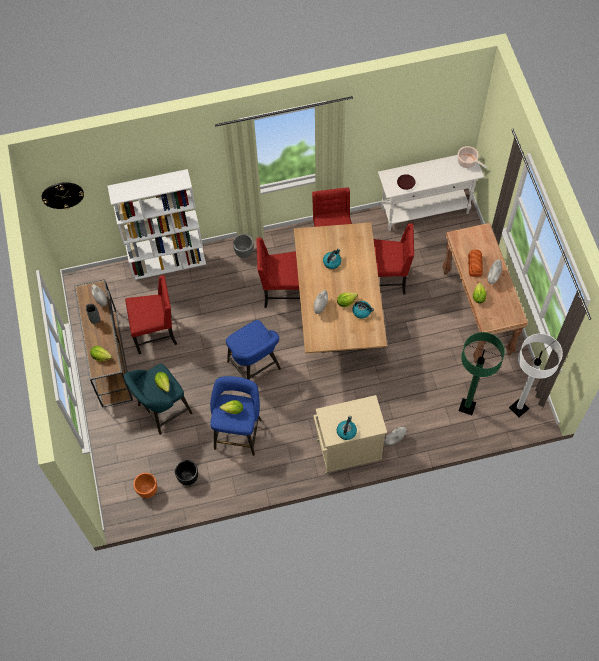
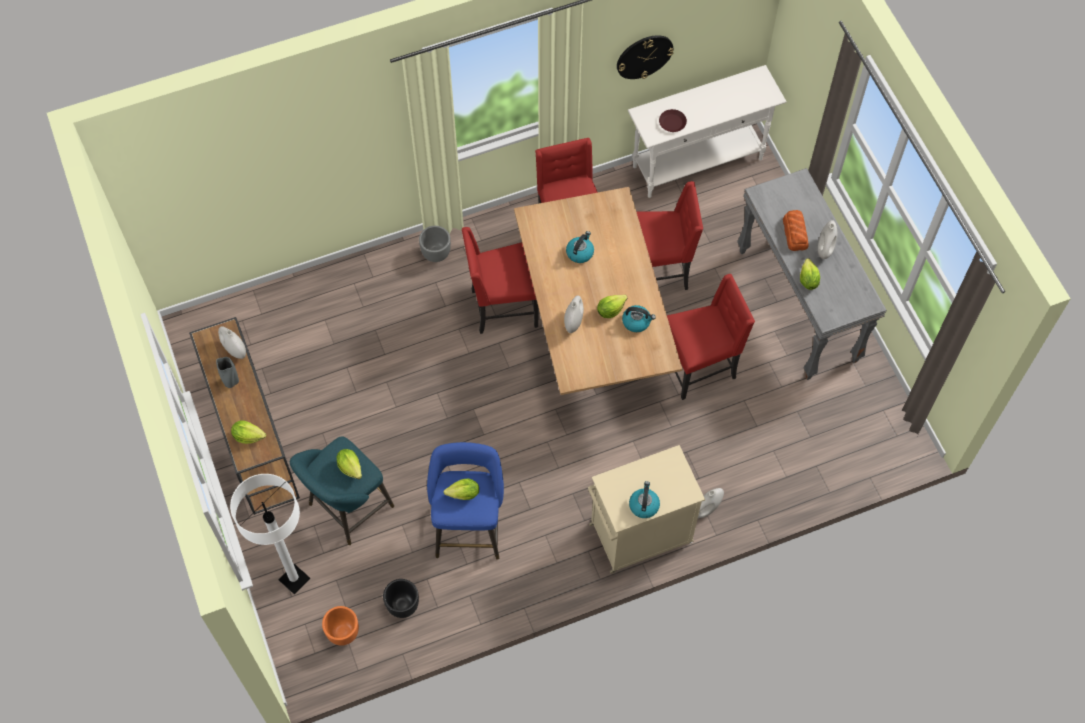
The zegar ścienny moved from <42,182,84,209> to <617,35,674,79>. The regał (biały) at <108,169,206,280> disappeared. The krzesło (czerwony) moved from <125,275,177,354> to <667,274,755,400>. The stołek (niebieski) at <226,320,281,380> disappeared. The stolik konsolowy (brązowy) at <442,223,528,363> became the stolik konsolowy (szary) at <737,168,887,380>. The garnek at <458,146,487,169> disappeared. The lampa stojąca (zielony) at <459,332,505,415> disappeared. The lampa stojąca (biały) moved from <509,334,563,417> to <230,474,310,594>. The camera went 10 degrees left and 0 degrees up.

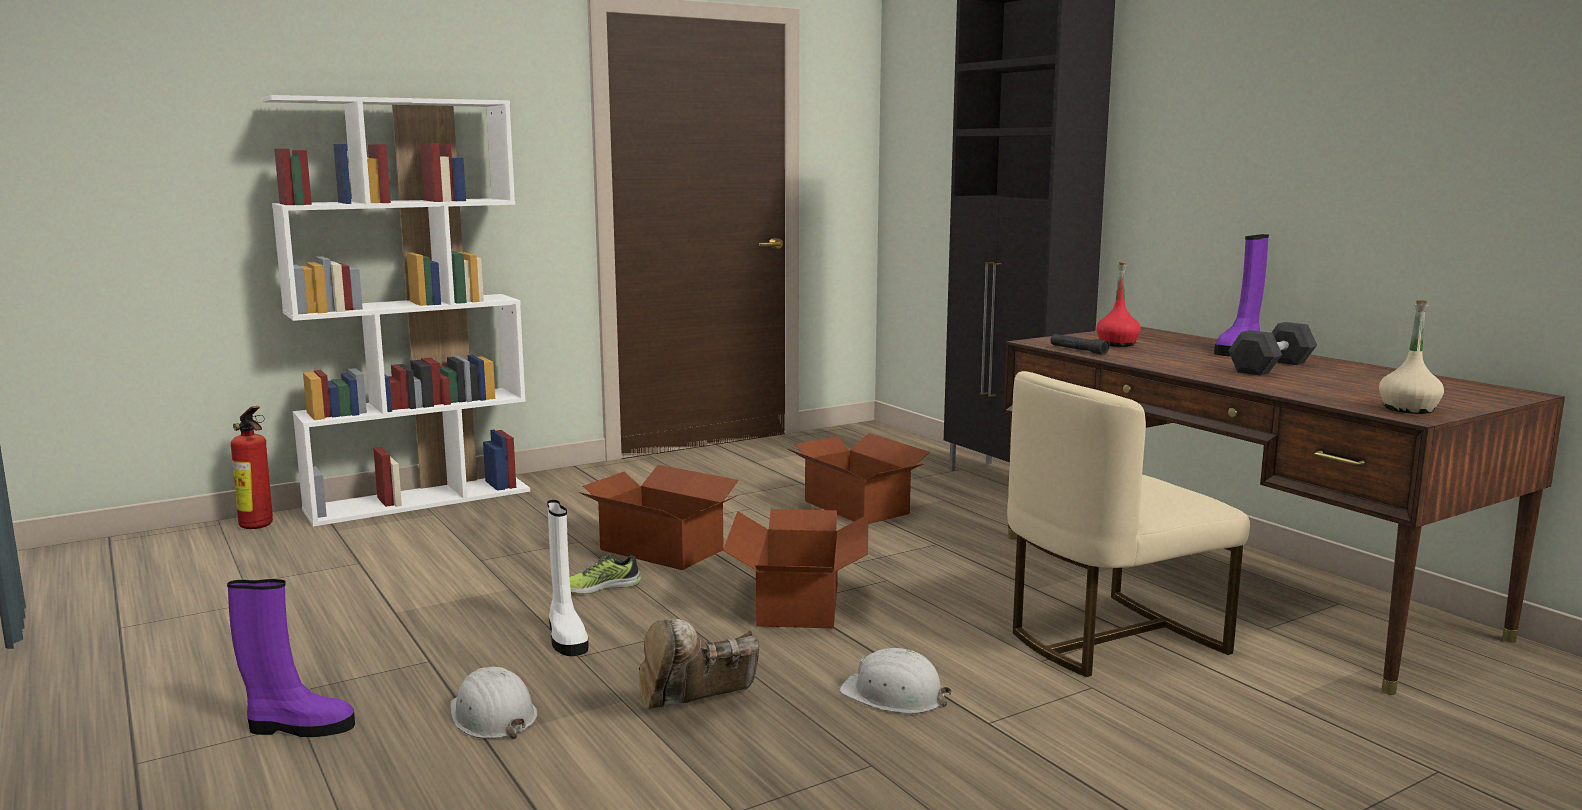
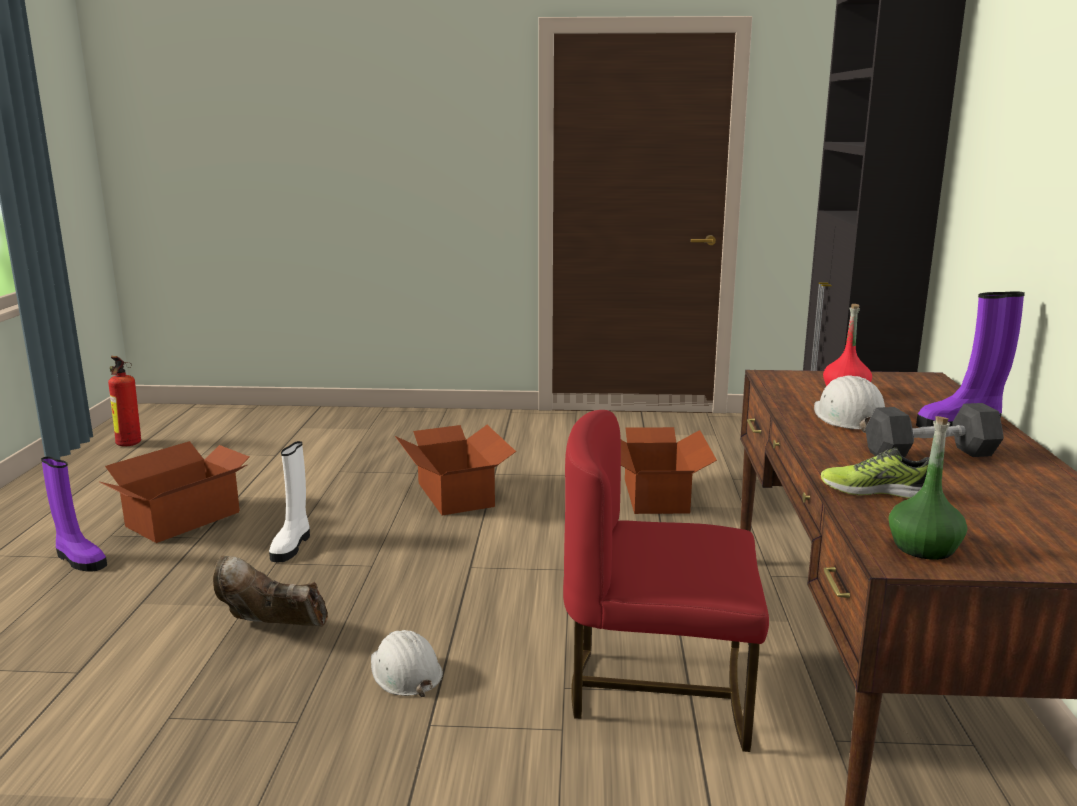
The gaśnica moved from <231,406,273,529> to <108,356,141,447>. The regał (biały) at <262,95,530,527> disappeared. The kask (biały) moved from <450,666,538,739> to <814,375,885,433>. The but moved from <570,554,641,594> to <821,448,930,498>. The karton moved from <723,509,868,629> to <100,441,249,543>. The krzesło (beżowy) at <1007,371,1250,677> became the krzesło (czerwony) at <563,410,769,752>. The latarka (czarny) at <1051,334,1109,355> disappeared. The butelka (beżowy) at <1379,301,1444,414> became the butelka (zielony) at <889,416,967,560>. The camera went 35 degrees right and 5 degrees up.

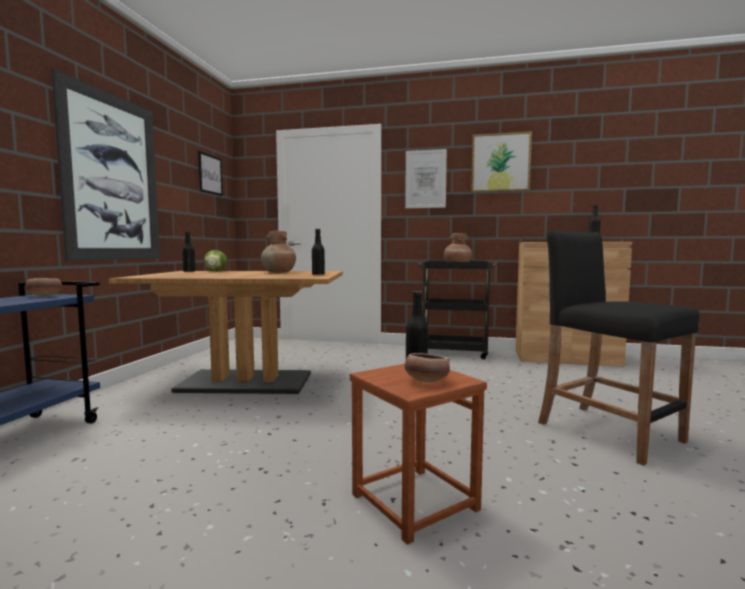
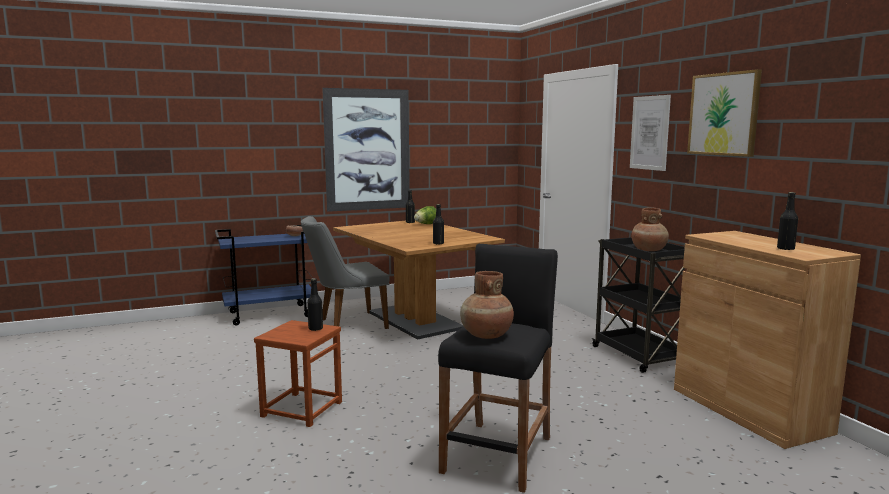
The obraz at <198,151,223,196> disappeared. The wazon (brązowy) moved from <261,231,296,273> to <460,271,514,339>. The miska at <404,353,450,382> disappeared. The krzesło (szary) at <301,216,390,329> appeared. The camera went 55 degrees right and 5 degrees up.

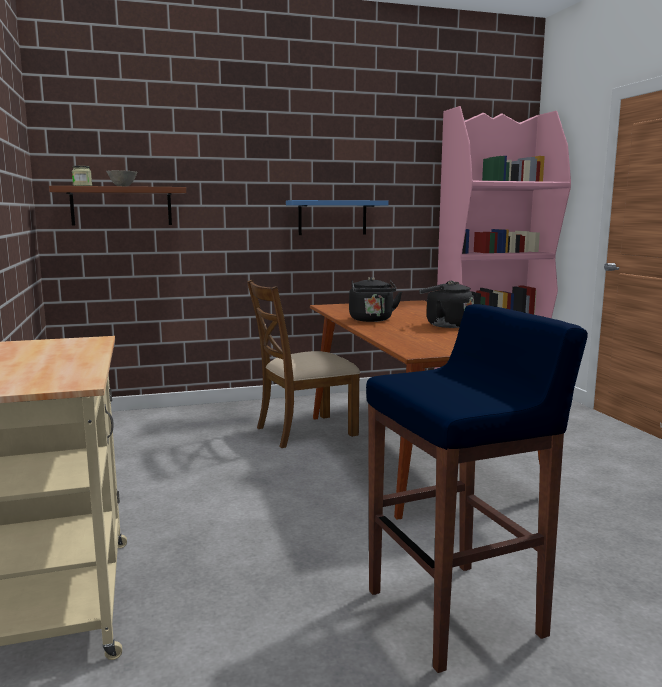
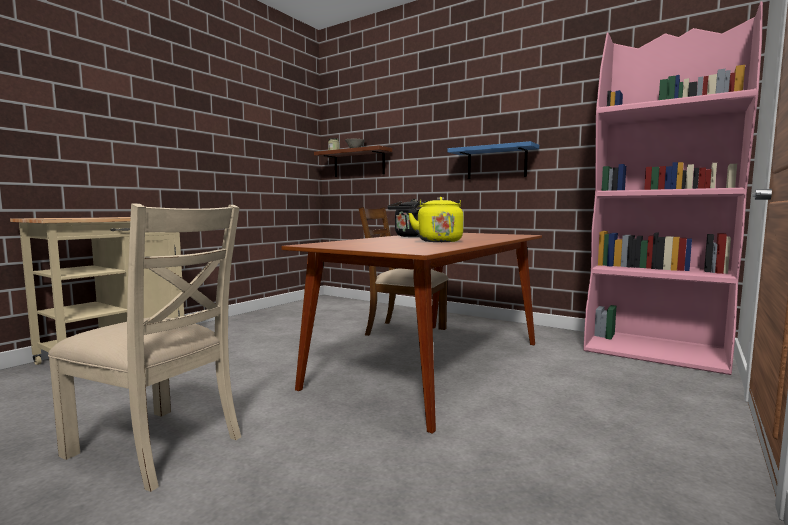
The stołek (niebieski) at <366,304,588,673> was replaced by the krzesło (beżowy) at <48,204,241,492>. The czajnik (czarny) at <419,281,474,328> became the czajnik (żółty) at <408,197,463,242>. The camera went 50 degrees right and 5 degrees down.

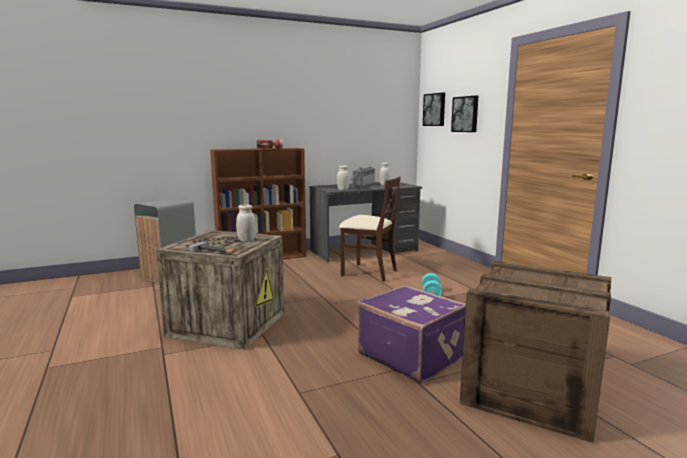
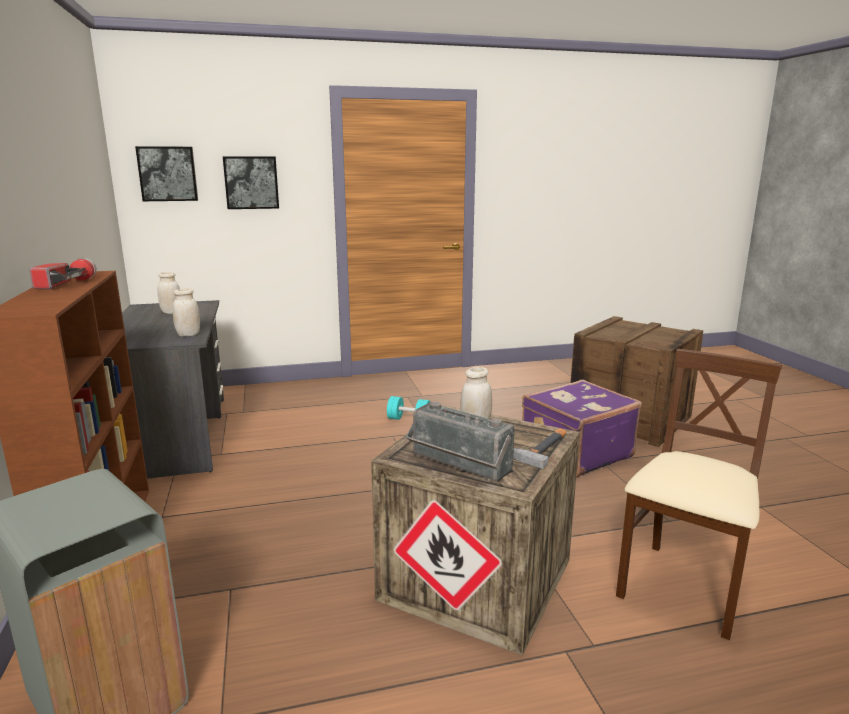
The krzesło (beżowy) moved from <339,177,401,282> to <616,349,782,641>. The radio moved from <350,167,375,187> to <406,402,515,482>. The camera went 80 degrees left and 5 degrees up.

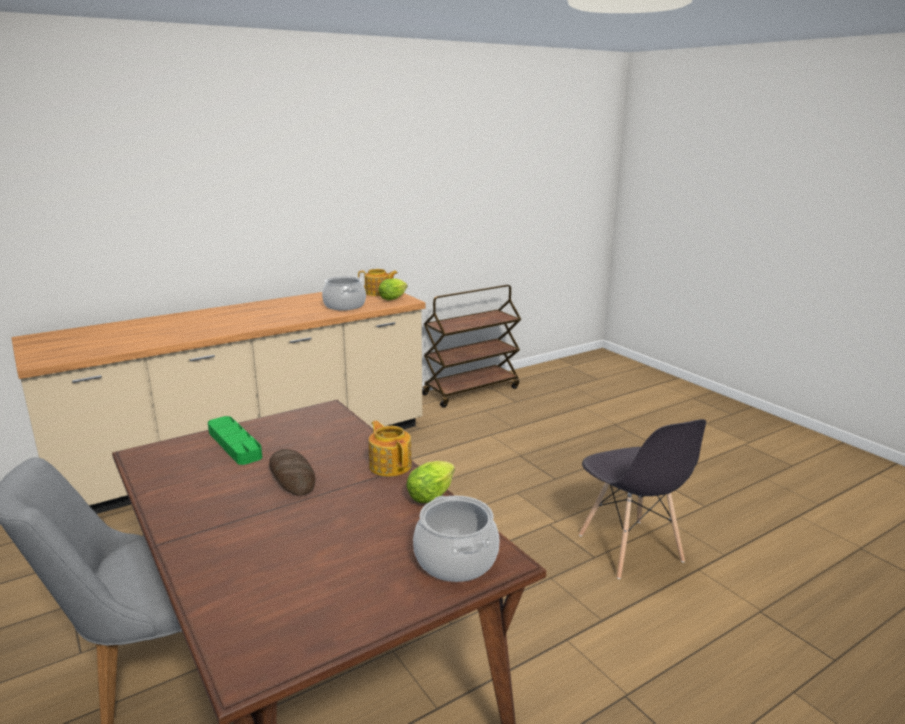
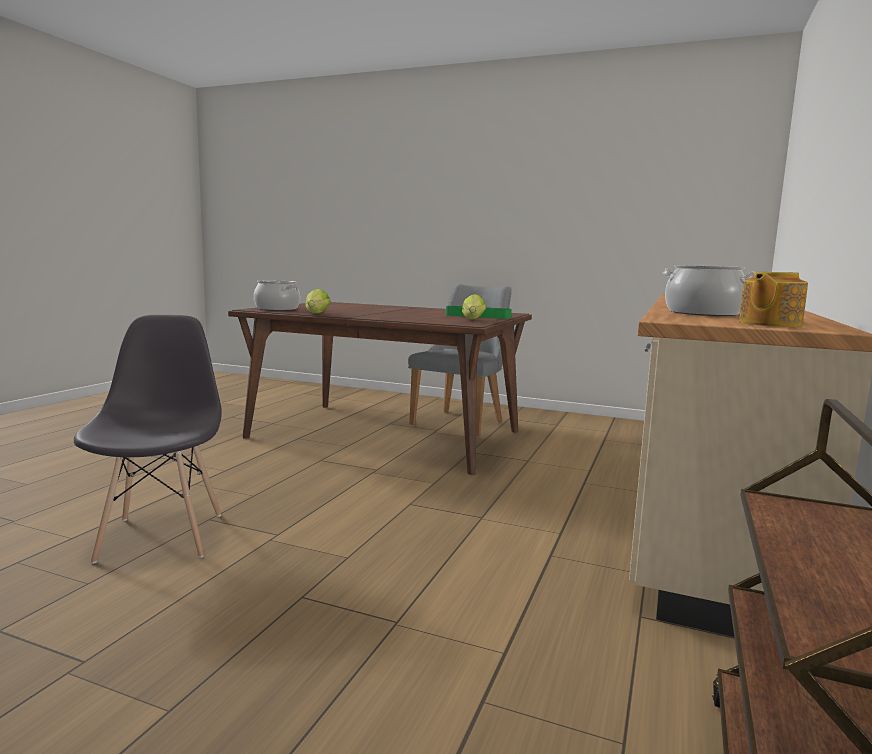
The chleb at <269,449,315,496> disappeared. The imbryk at <369,421,412,477> disappeared. The sałata moved from <378,278,408,300> to <462,294,486,319>. The krzesło (szary) at <579,419,706,579> turned 45 degrees clockwise. The camera went 145 degrees right and 10 degrees down.

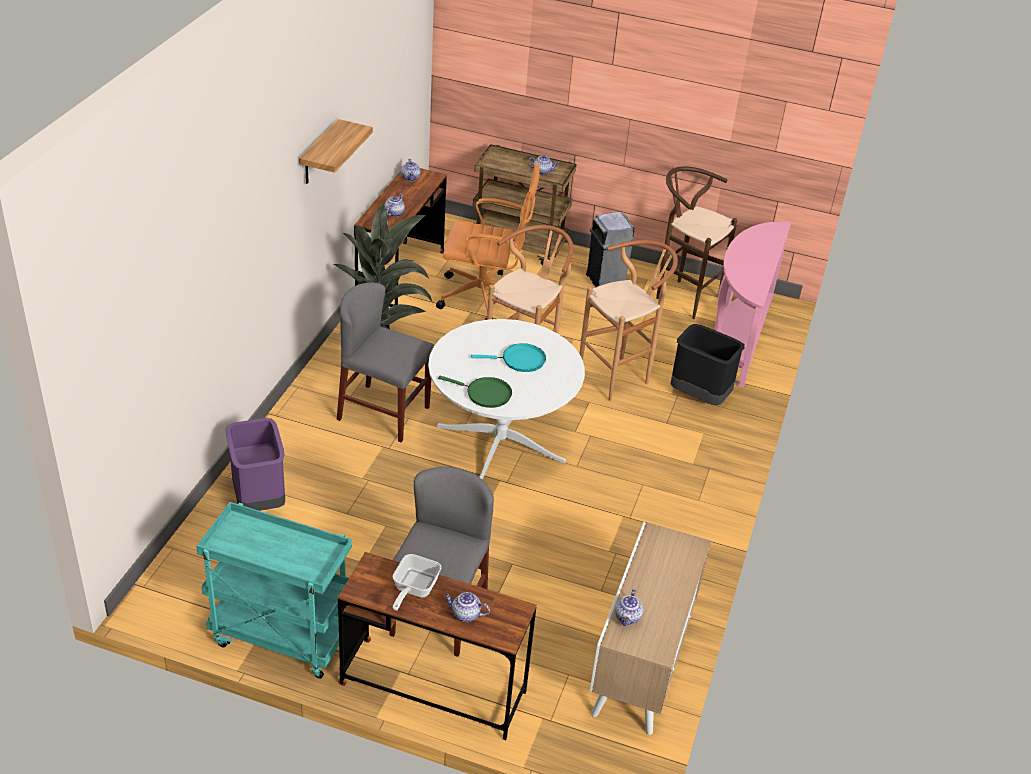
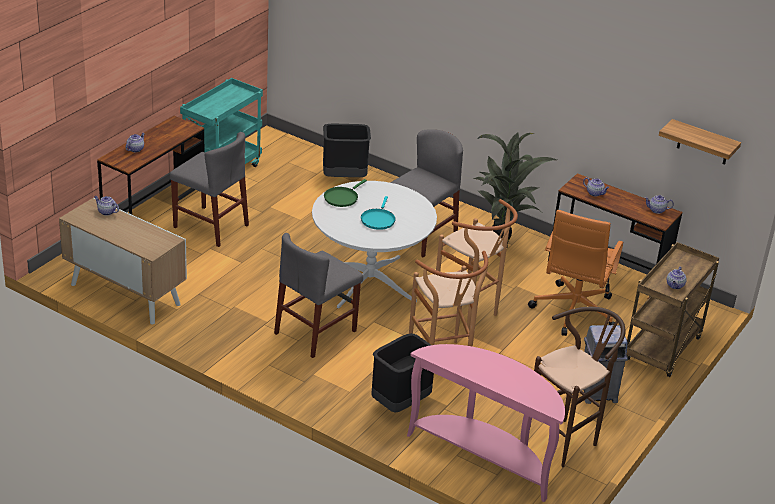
The kosz na śmieci (fioletowy) at <226,418,285,511> became the kosz na śmieci (czarny) at <323,124,371,177>. The półka moved from <299,119,373,184> to <659,119,741,165>. The patelnia at <393,554,442,611> disappeared. The krzesło (szary) at <274,233,363,358> appeared. The camera went 105 degrees right and 5 degrees down.

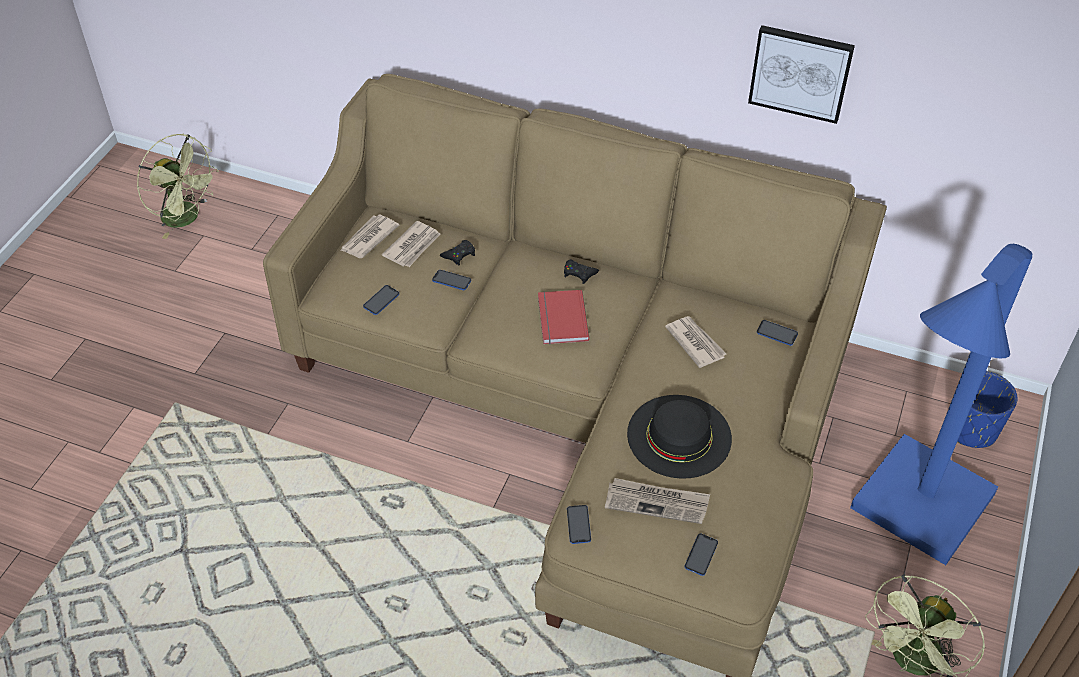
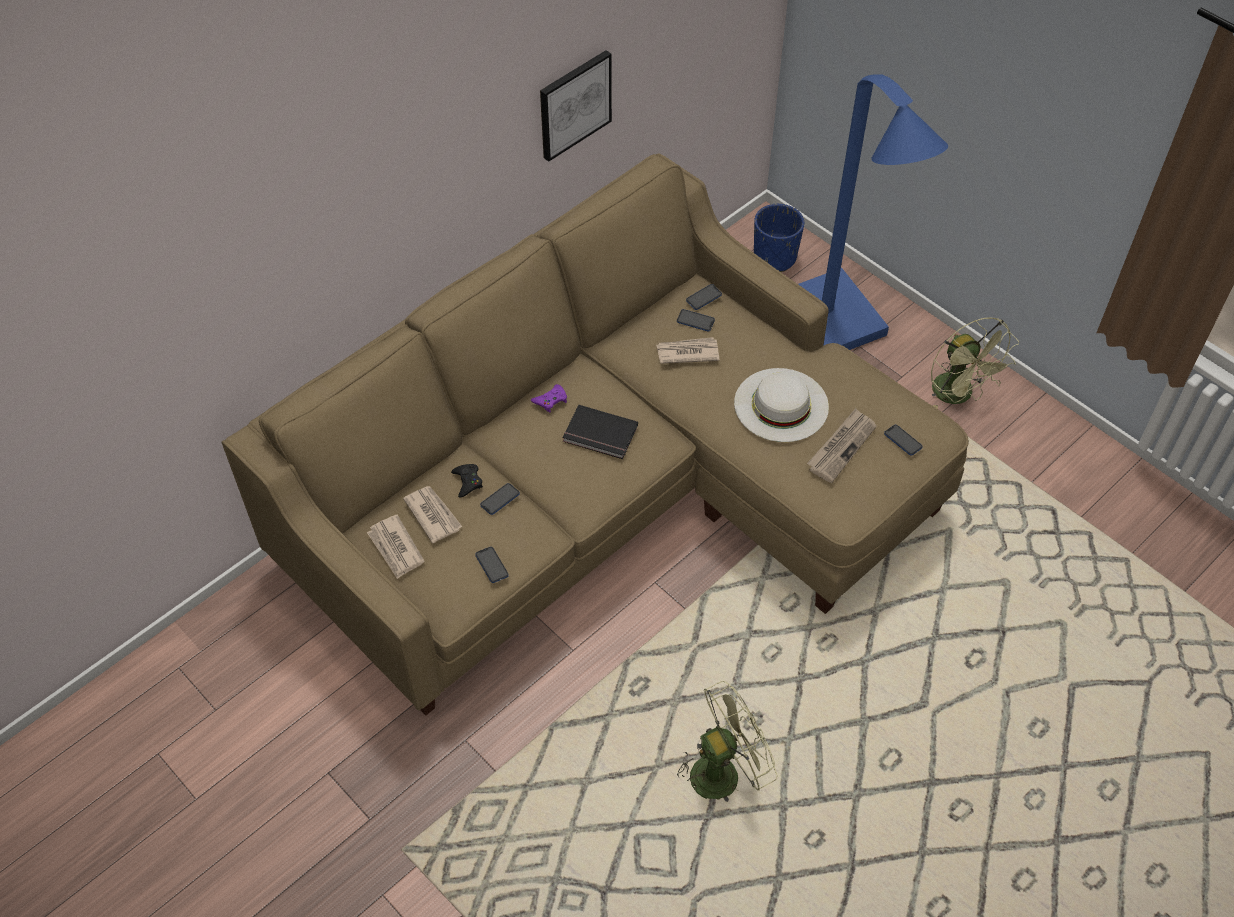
The wentylator (zielony) moved from <137,134,219,239> to <677,681,778,802>. The książka (czerwony) at <538,290,589,344> became the książka (czarny) at <562,405,638,459>. The pad do gier (czarny) at <564,259,599,284> became the pad do gier (fioletowy) at <531,384,567,413>. The telefon moved from <567,505,591,544> to <677,309,715,331>. The kapelusz (czarny) at <627,395,732,479> became the kapelusz (biały) at <734,368,829,442>. The camera went 65 degrees left and 5 degrees up.

